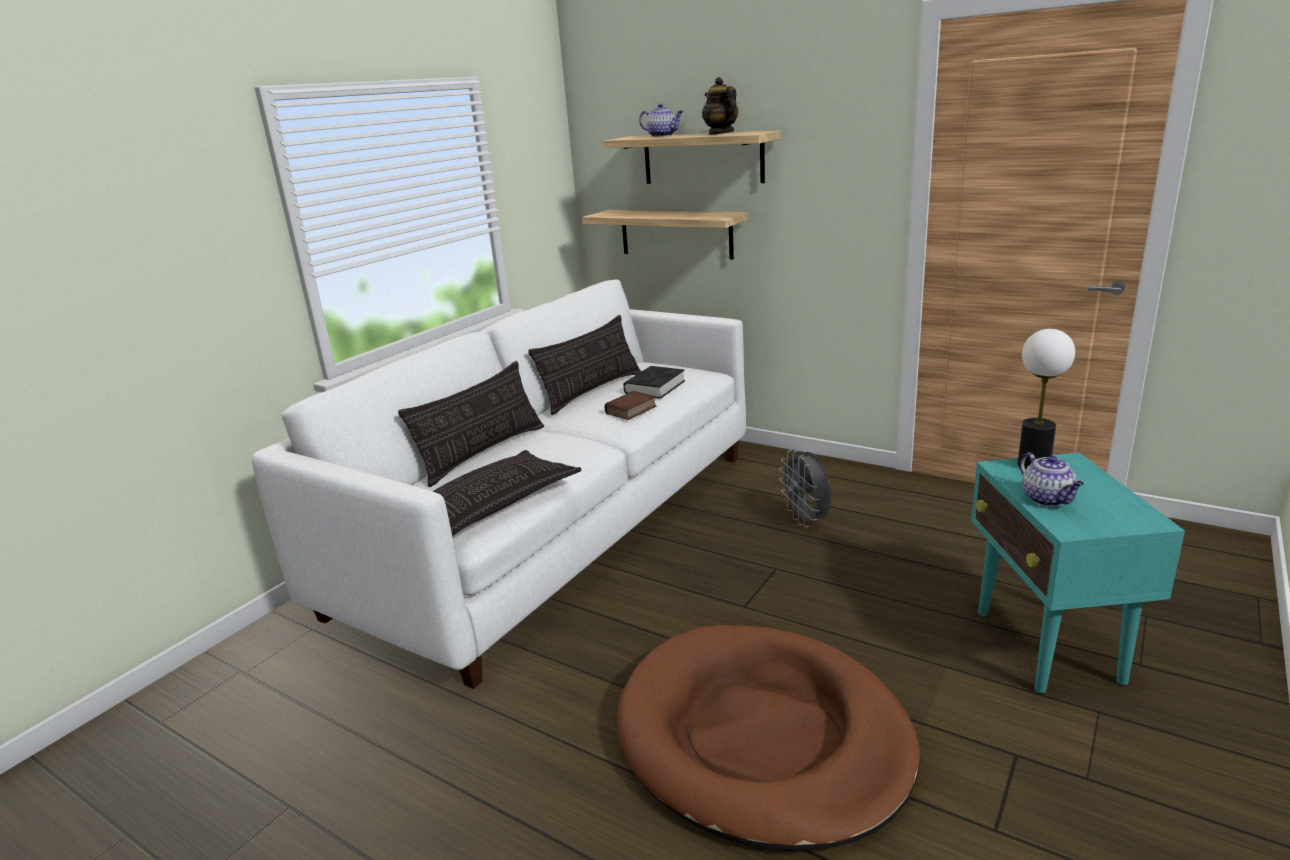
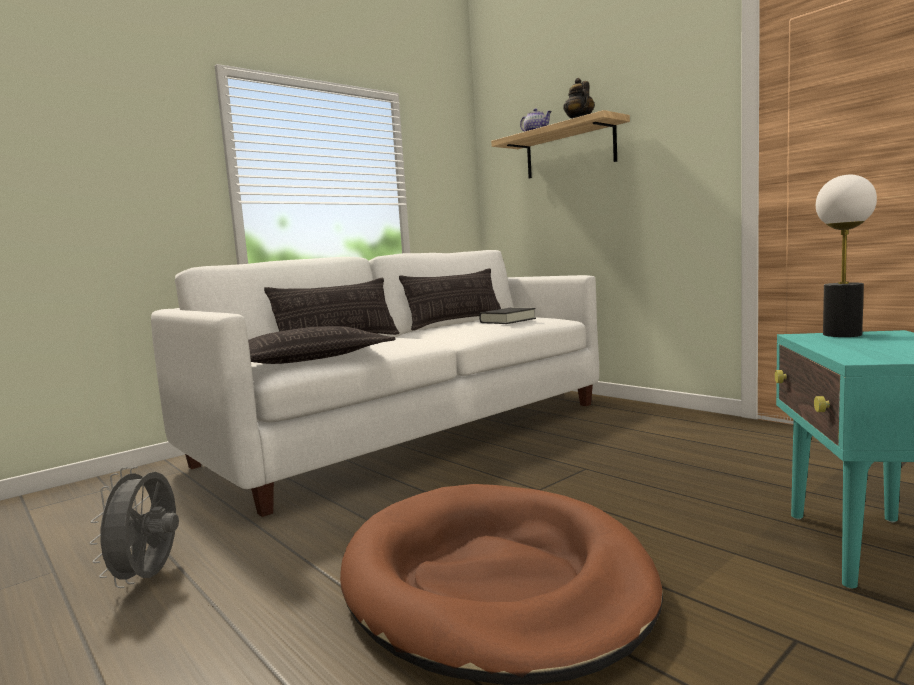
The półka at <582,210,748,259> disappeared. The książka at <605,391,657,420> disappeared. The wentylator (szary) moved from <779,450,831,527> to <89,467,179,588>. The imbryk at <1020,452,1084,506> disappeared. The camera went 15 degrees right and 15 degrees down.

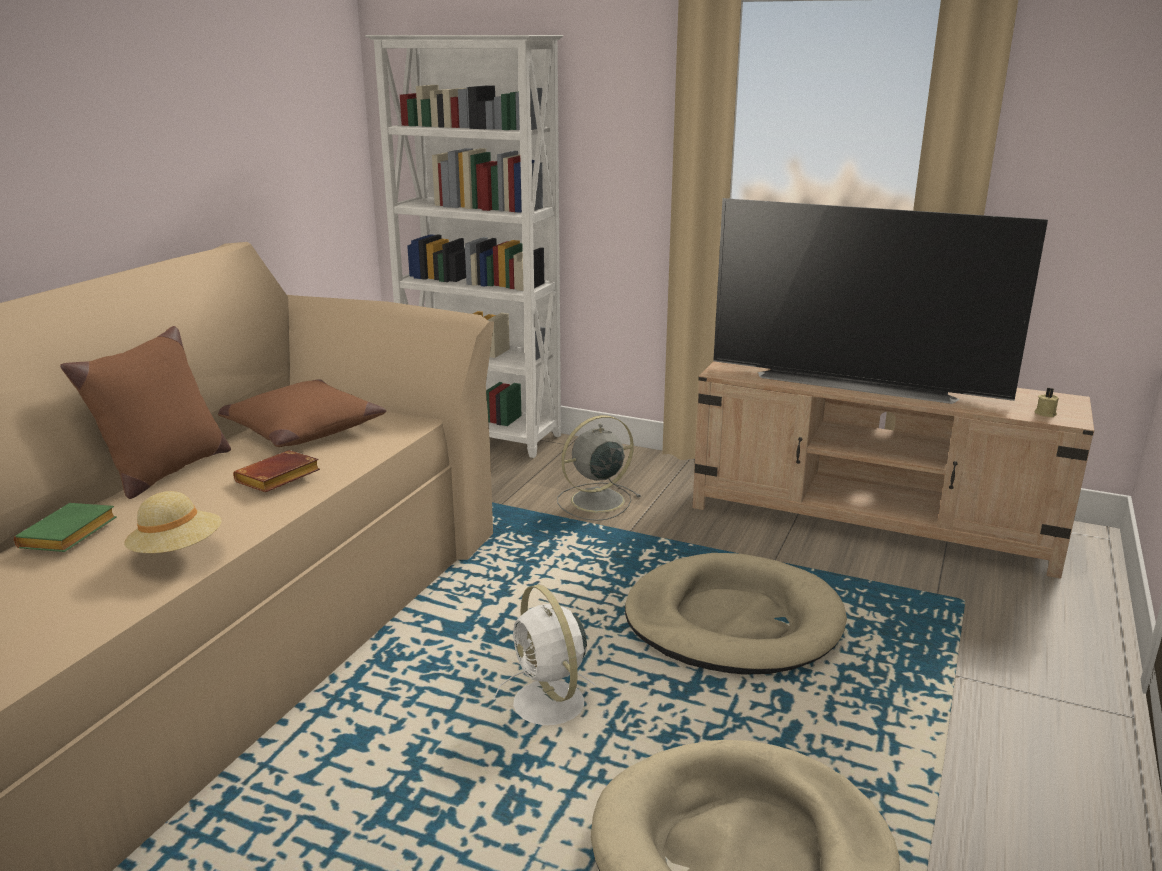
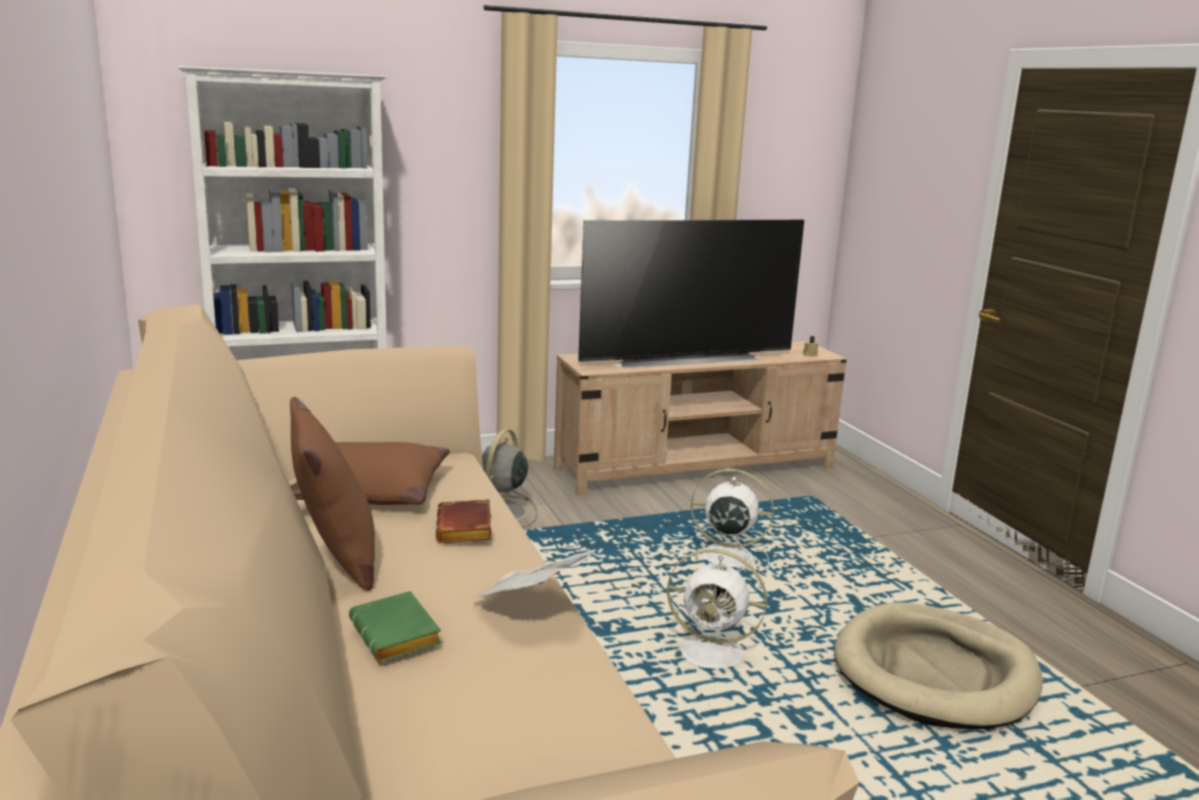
The kapelusz (beżowy) at <124,491,222,553> was replaced by the gazeta at <473,549,596,598>. The legowisko (beżowy) at <625,553,847,675> was replaced by the wentylator (biały) at <691,469,774,571>. The camera went 45 degrees left and 5 degrees down.

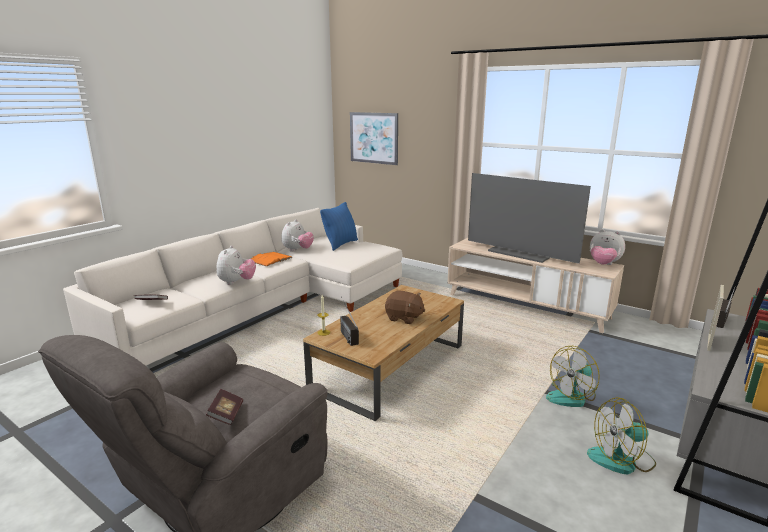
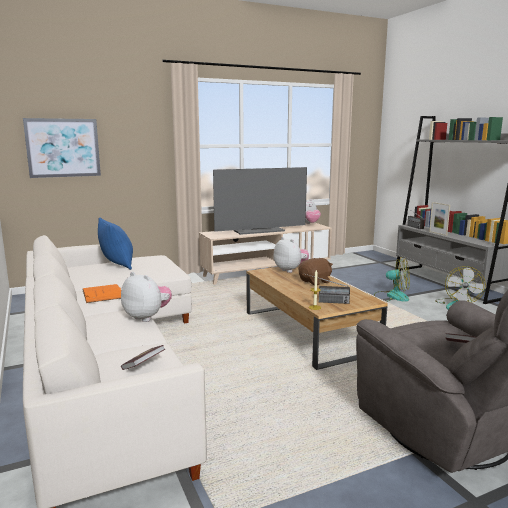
The pluszak moved from <281,219,314,252> to <274,237,309,273>. The wentylator at <546,346,600,407> turned 60 degrees counterclockwise. The camera went 60 degrees left and 5 degrees down.

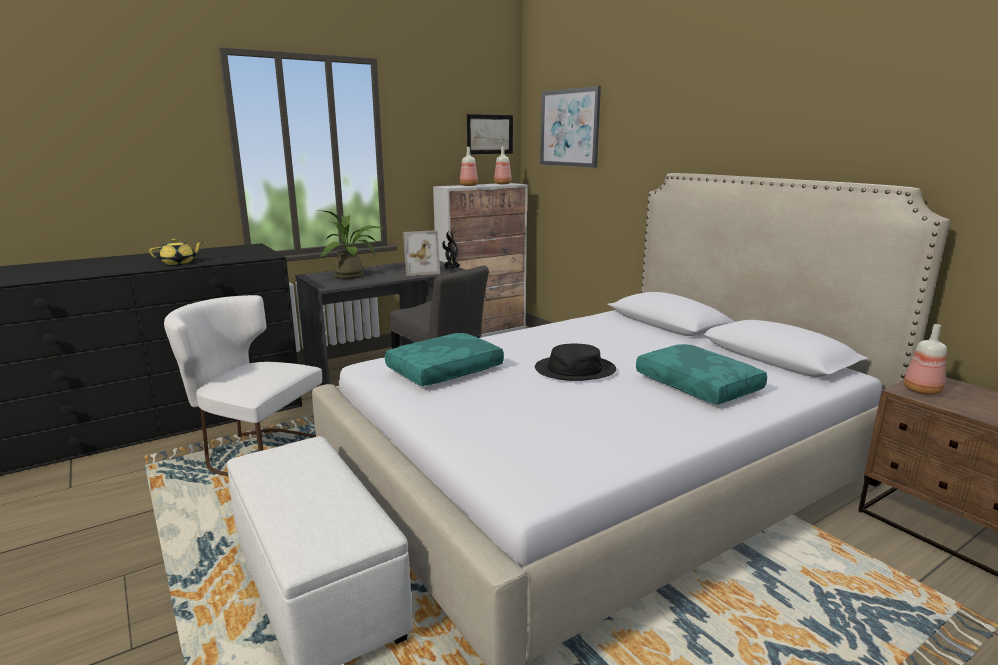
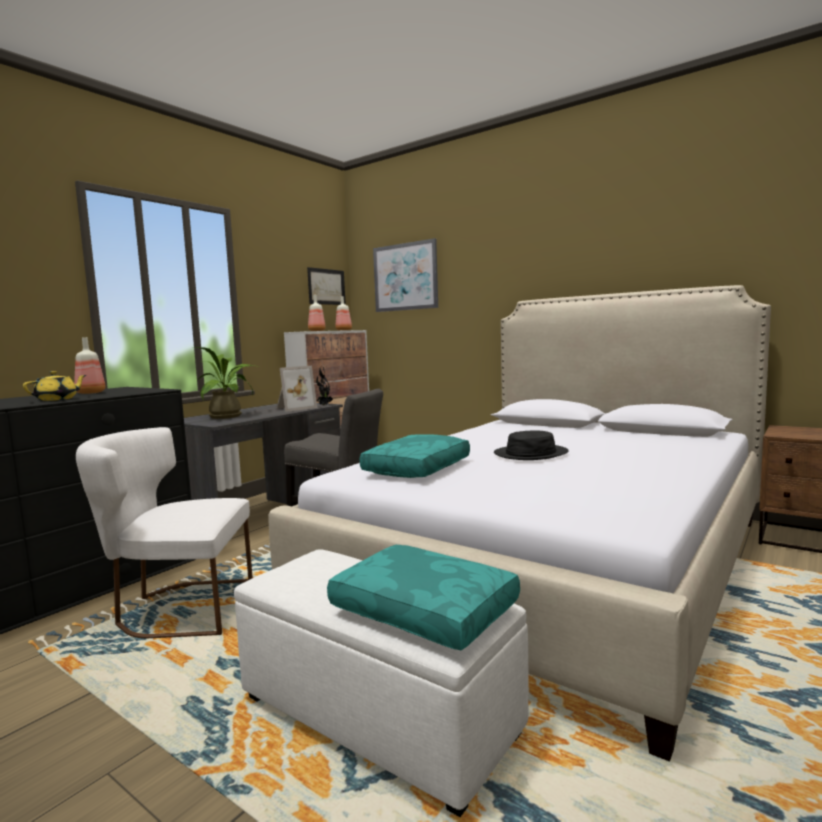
The poduszka (turkusowy) moved from <636,344,767,405> to <327,545,520,650>. The butelka moved from <904,324,947,395> to <74,337,106,394>. The camera went 20 degrees left and 10 degrees down.

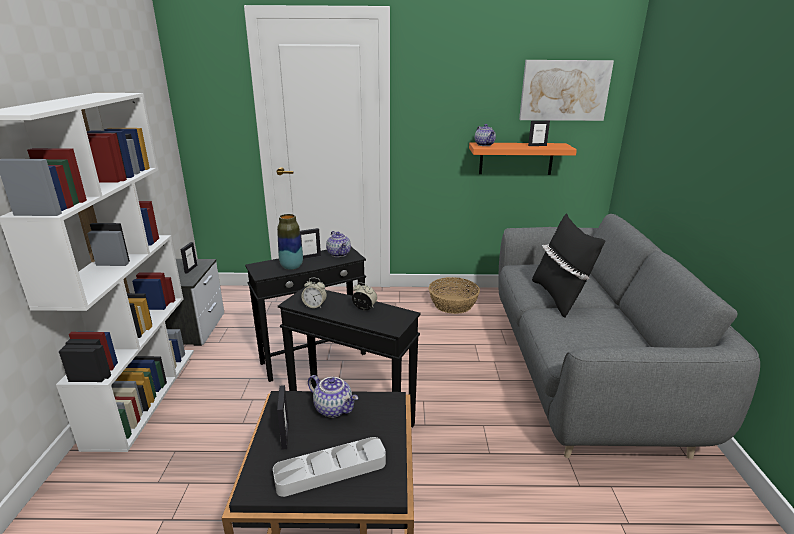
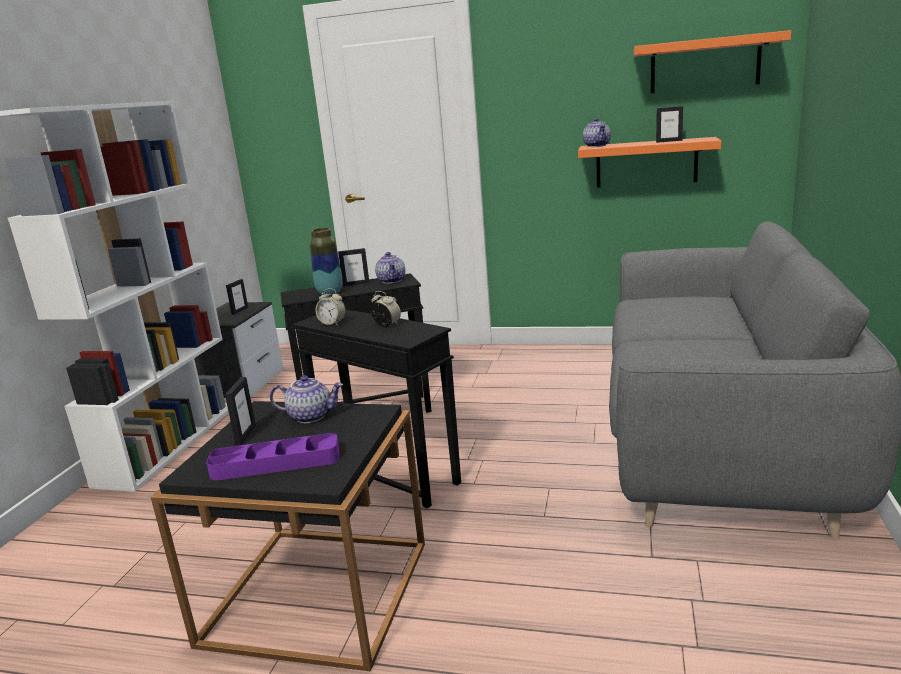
The taca (szary) at <273,437,386,497> became the taca (fioletowy) at <206,433,339,480>. The imbryk at <308,375,358,418> turned 45 degrees counterclockwise. The koszyk at <429,277,480,314> disappeared. The obraz at <519,60,614,121> was replaced by the półka (pomarańczowy) at <634,30,791,93>. The poduszka (czarny) at <532,213,606,318> disappeared. The camera went 15 degrees right and 5 degrees down.

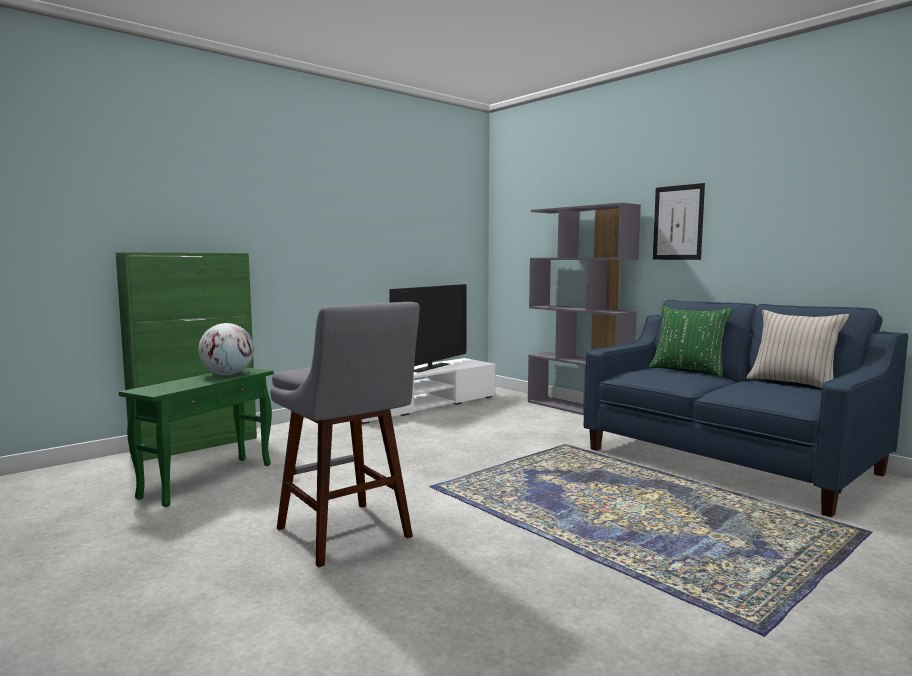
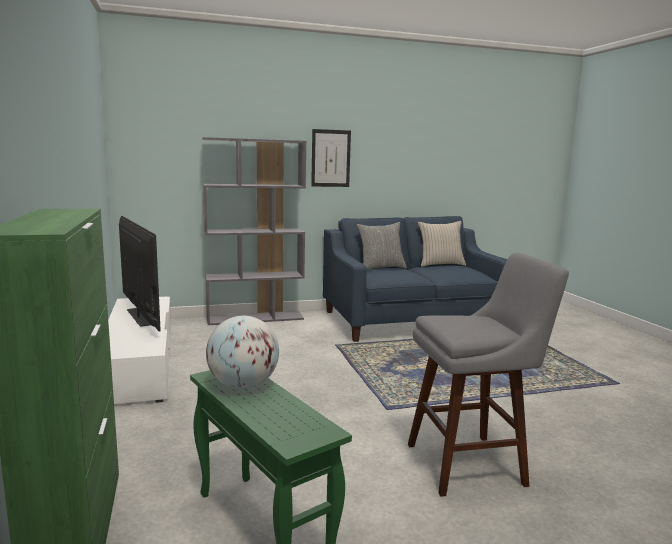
The poduszka (zielony) at <649,306,733,377> became the poduszka (szary) at <357,222,407,270>. The camera went 65 degrees left and 5 degrees up.

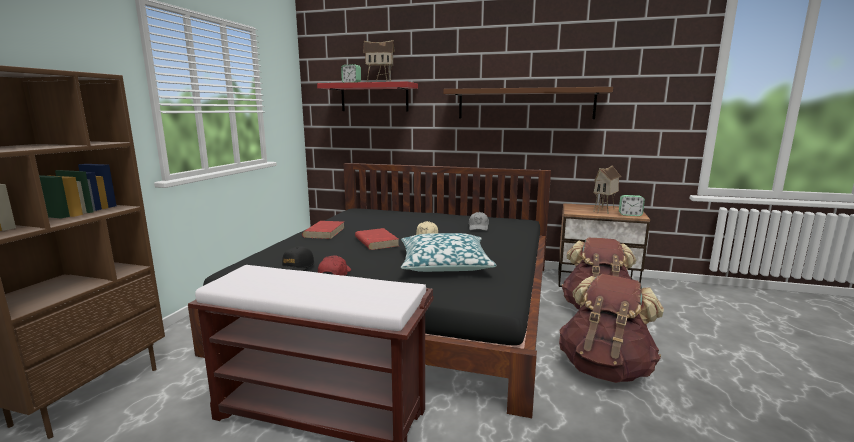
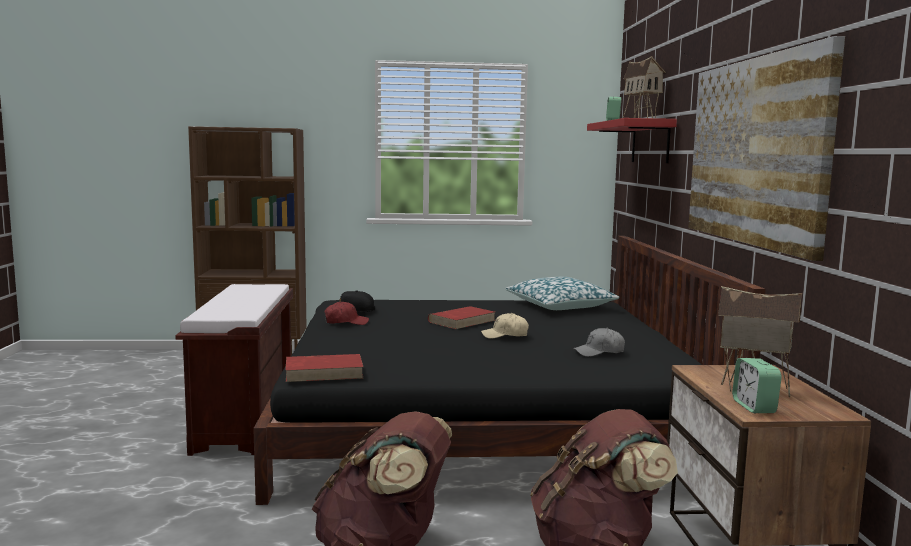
The książka (czerwony) moved from <302,221,345,239> to <285,354,364,382>. The poduszka moved from <401,233,497,272> to <505,277,619,310>. The półka (brązowy) at <443,87,613,119> was replaced by the obraz at <688,36,845,261>. The camera went 70 degrees right and 5 degrees down.

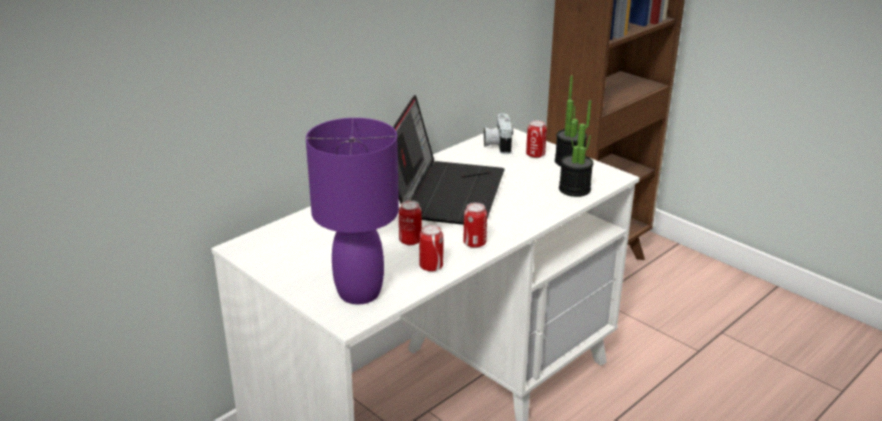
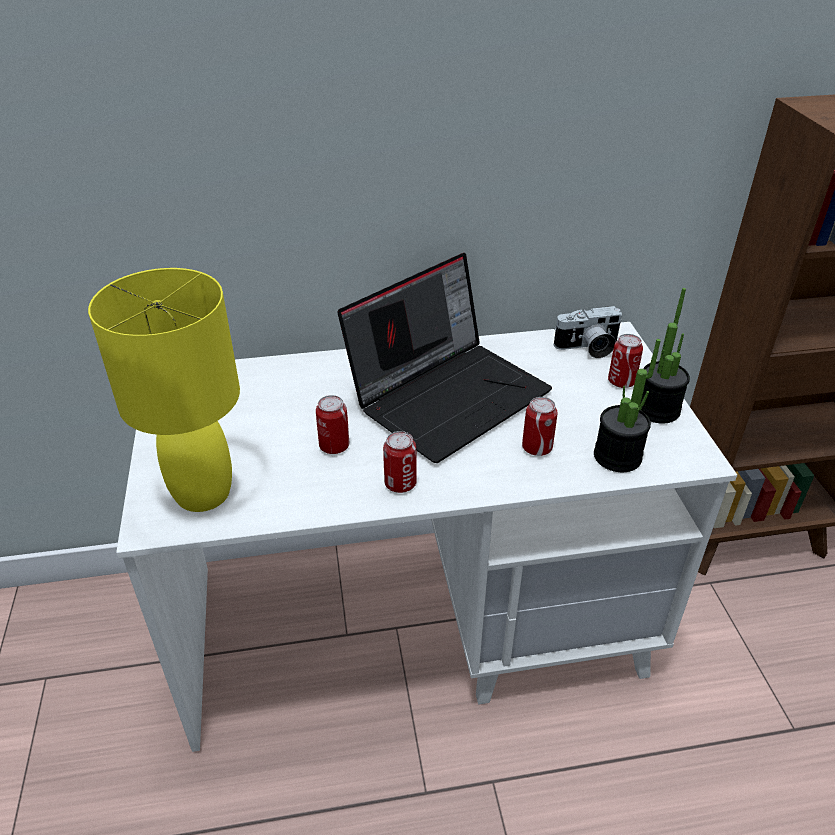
The lampa stołowa (fioletowy) at <306,118,399,304> became the lampa stołowa (żółty) at <88,268,240,512>. The puszka moved from <419,224,443,272> to <522,397,558,456>. The aparat fotograficzny at <484,113,513,154> turned 135 degrees counterclockwise. The camera went 35 degrees right and 10 degrees up.

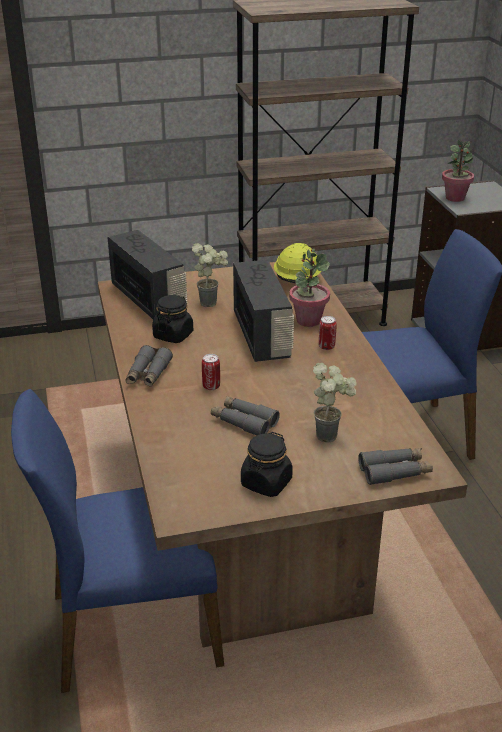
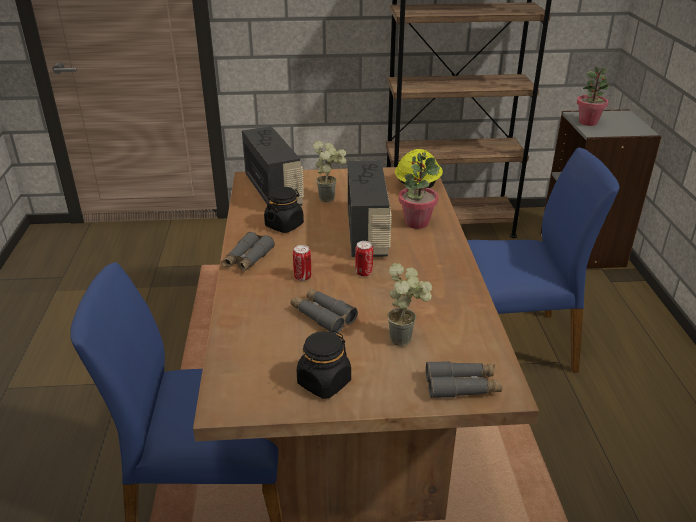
The puszka moved from <319,316,337,350> to <355,241,373,276>. The camera went 10 degrees right and 0 degrees up.

